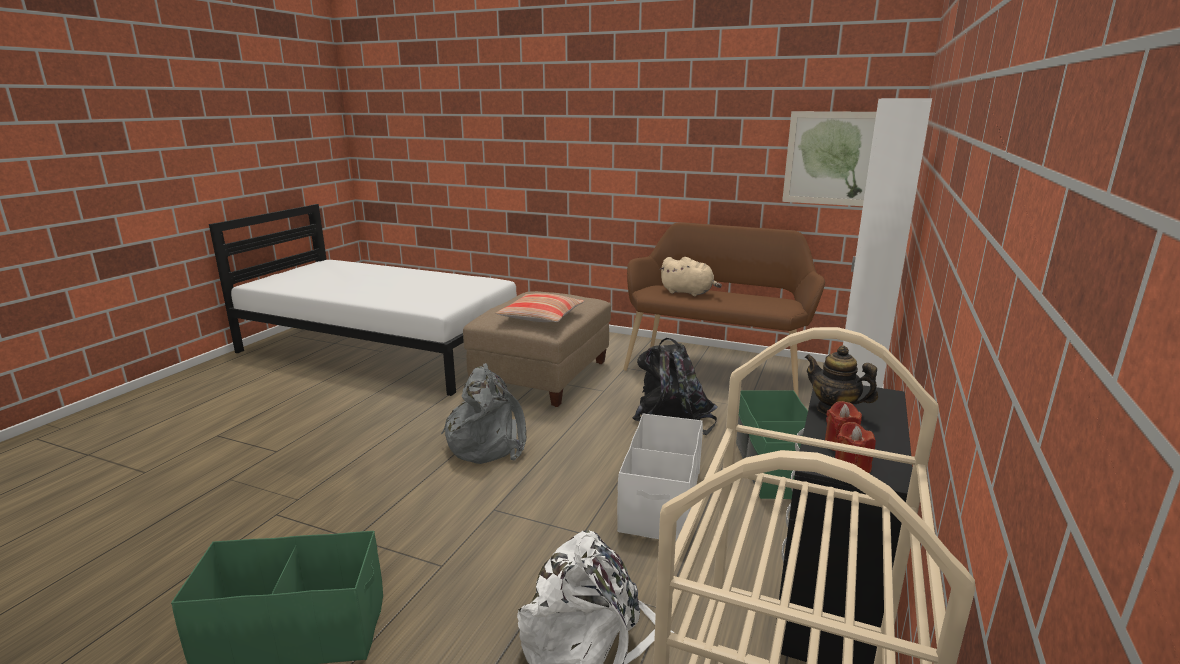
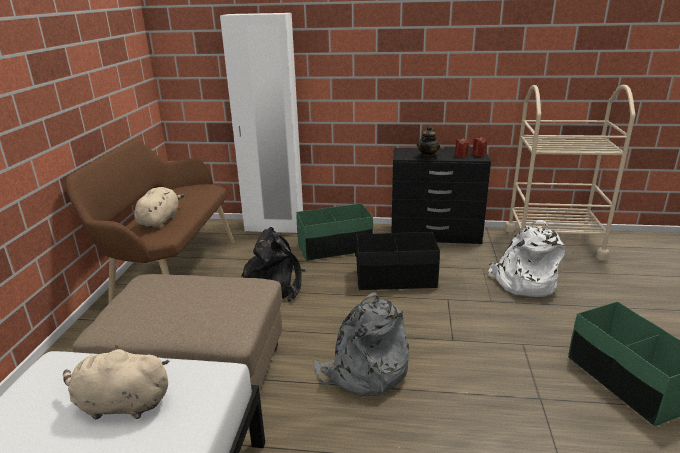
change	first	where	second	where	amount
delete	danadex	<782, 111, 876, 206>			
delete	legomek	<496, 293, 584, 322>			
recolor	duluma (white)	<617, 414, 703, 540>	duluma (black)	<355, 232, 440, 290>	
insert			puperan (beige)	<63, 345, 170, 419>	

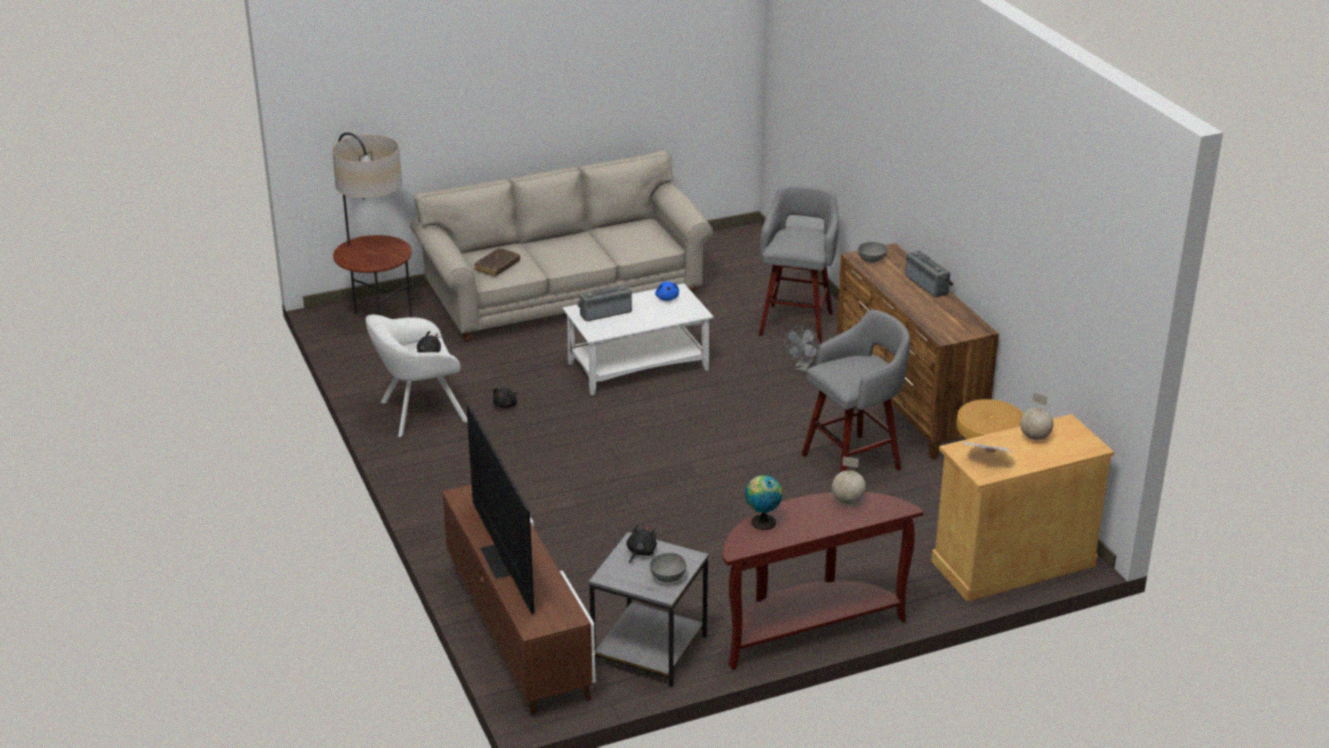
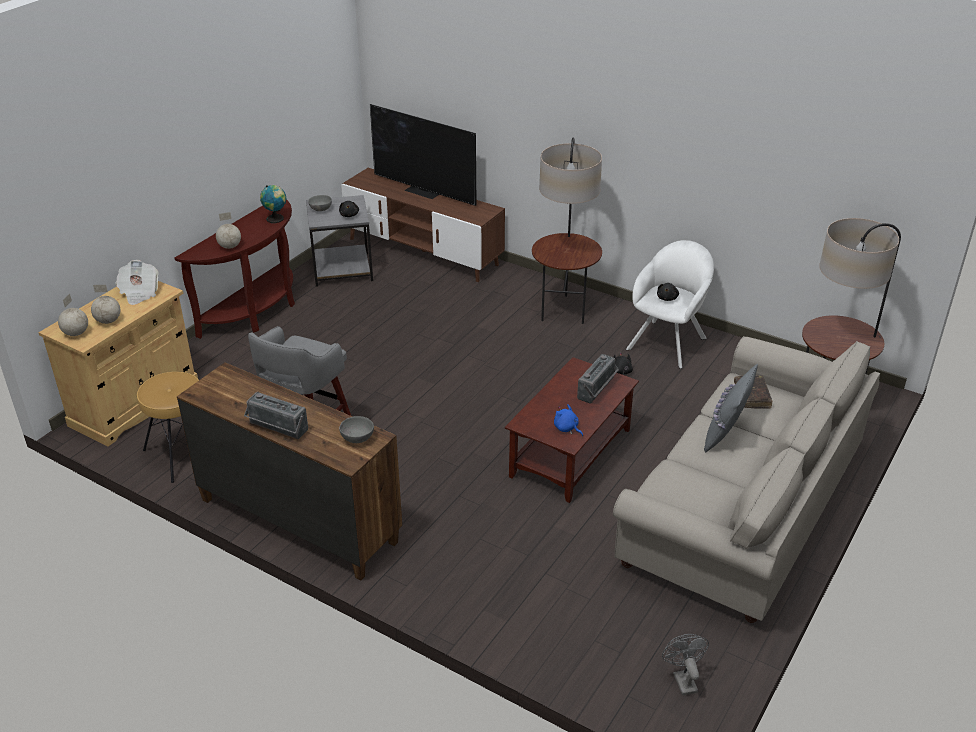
change	first	where	second	where	amount
delete	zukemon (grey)	<759, 185, 839, 344>			
recolor	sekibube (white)	<563, 283, 714, 396>	sekibube (brown)	<505, 357, 639, 503>	
move	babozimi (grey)	<784, 326, 820, 372>		<662, 634, 709, 696>	
insert			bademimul	<532, 137, 602, 324>	
insert			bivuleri	<58, 294, 88, 336>	
insert			legomek (grey)	<704, 364, 758, 453>	

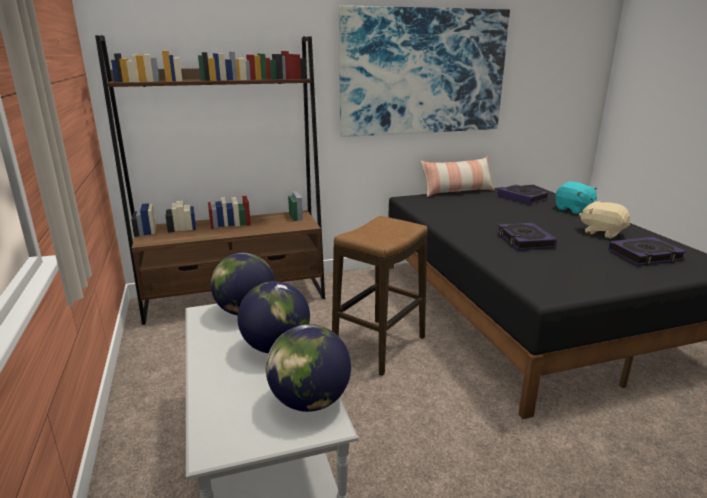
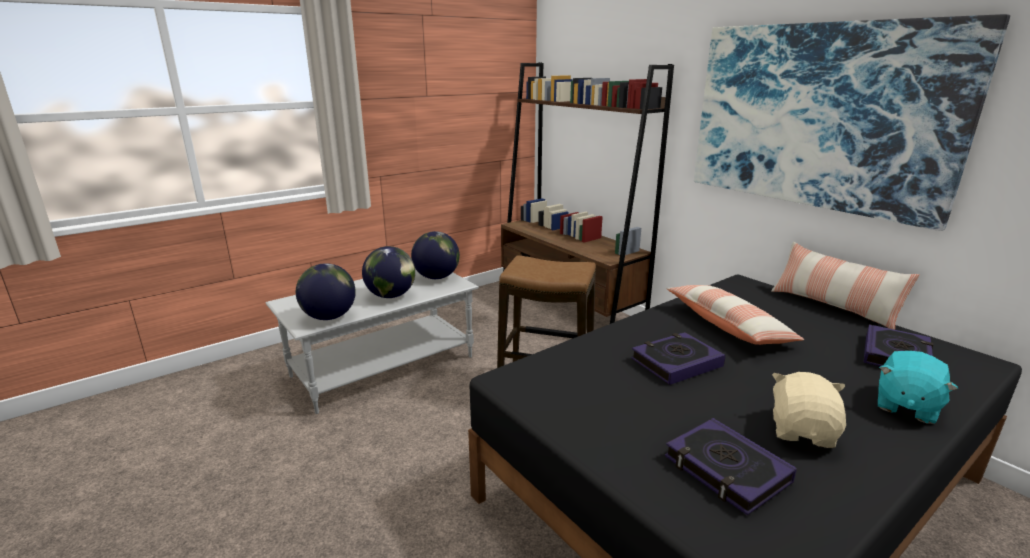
change	first	where	second	where	amount
insert			legomek	<667, 285, 804, 345>	

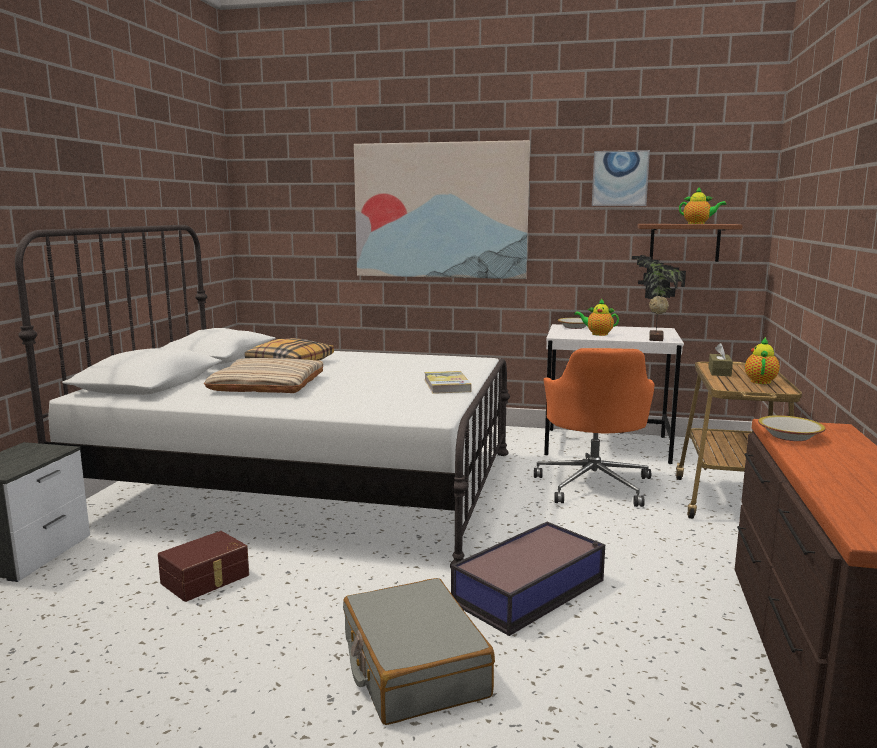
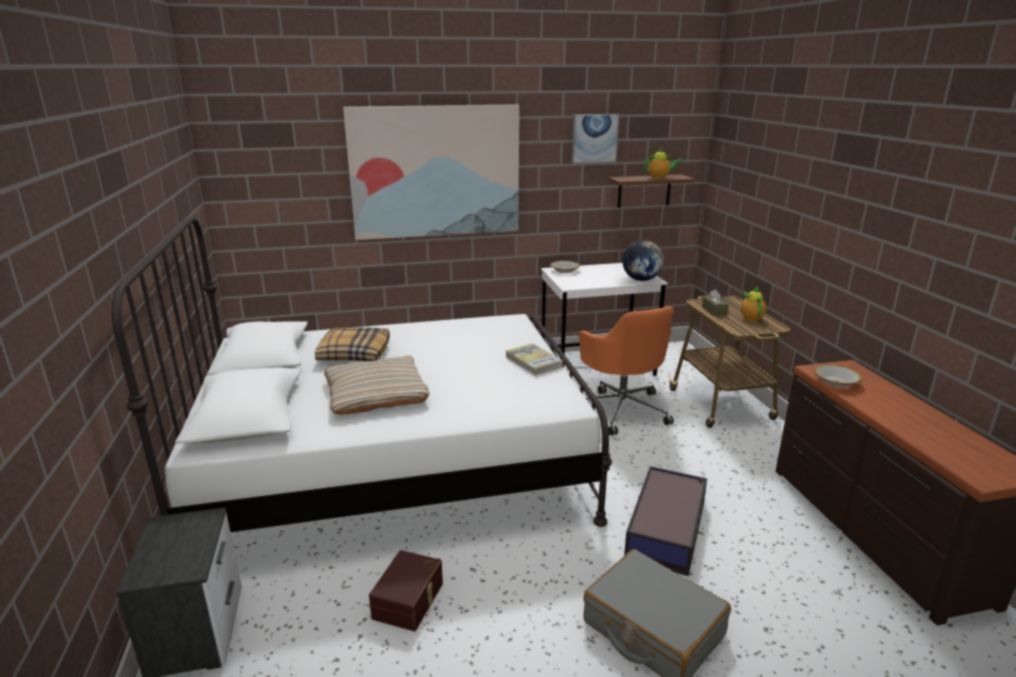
change	first	where	second	where	amount
replace	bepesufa	<632, 255, 686, 341>	bivuleri	<622, 240, 664, 281>	
delete	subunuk	<574, 299, 619, 336>			

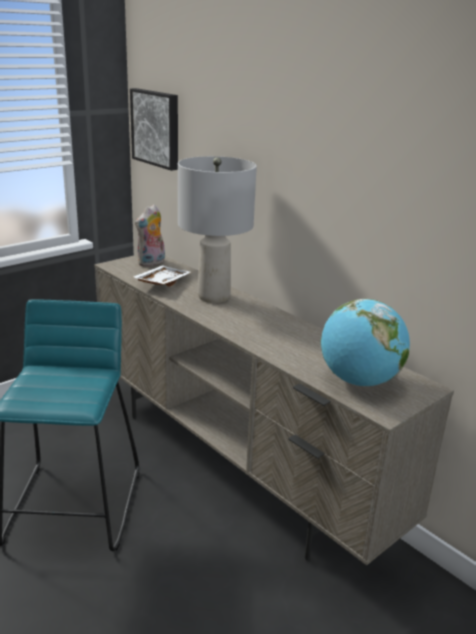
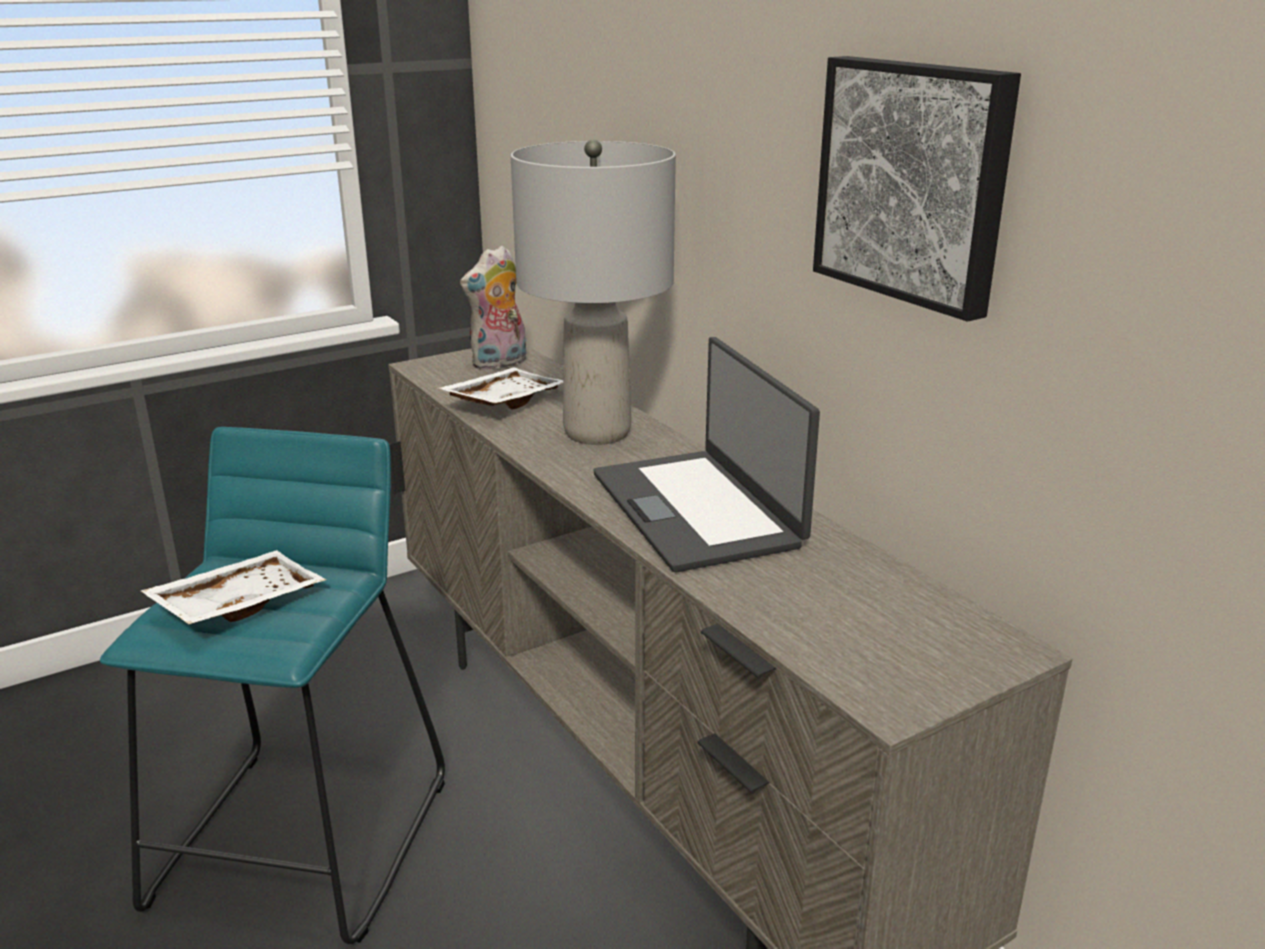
change	first	where	second	where	amount
move	danadex	<130, 88, 178, 171>		<813, 56, 1021, 322>	
delete	bivuleri	<321, 299, 410, 386>			
insert			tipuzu	<594, 337, 820, 573>	
insert			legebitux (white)	<141, 550, 326, 624>	

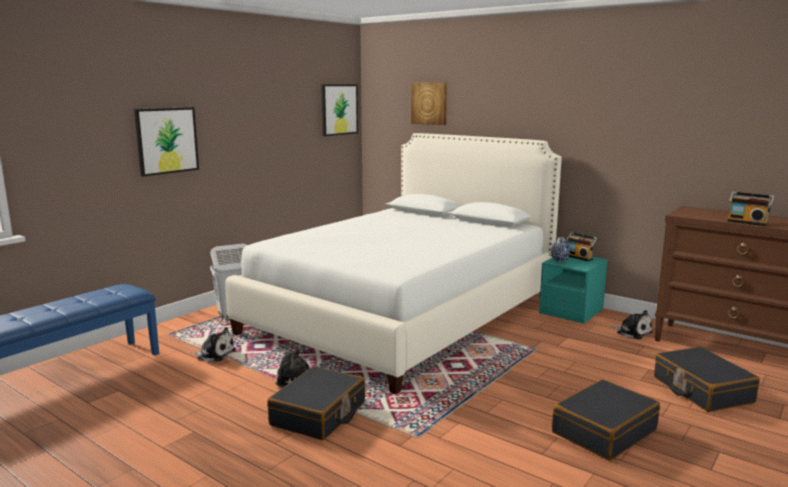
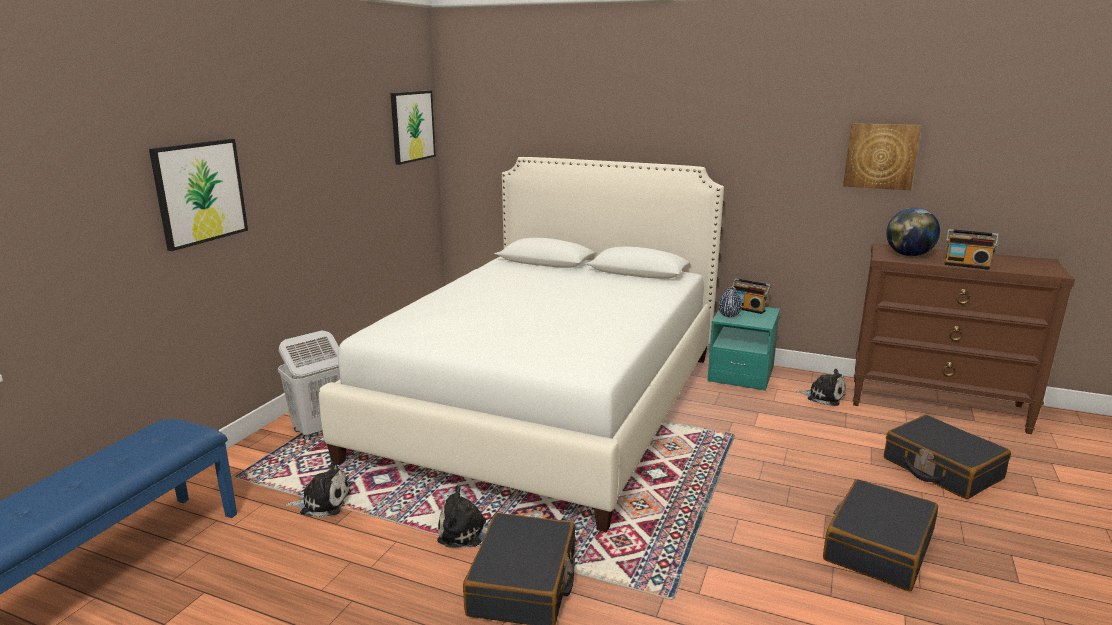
change	first	where	second	where	amount
move	danadex	<411, 83, 447, 125>		<843, 123, 921, 190>	
insert			bivuleri	<886, 208, 940, 256>	

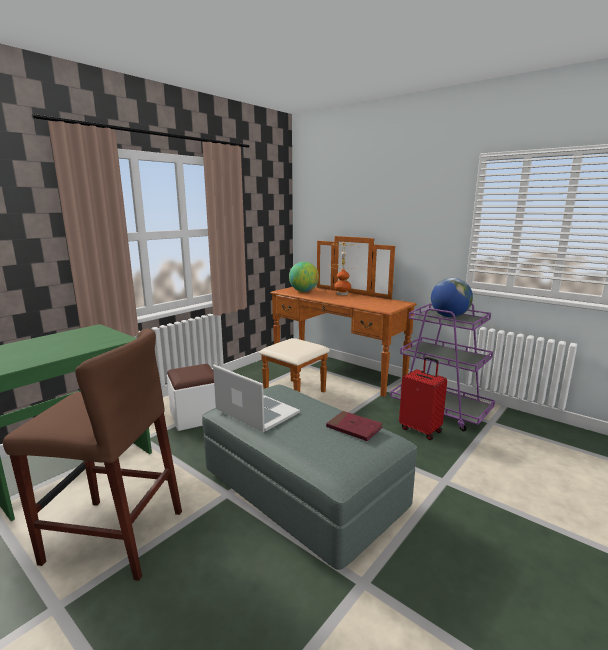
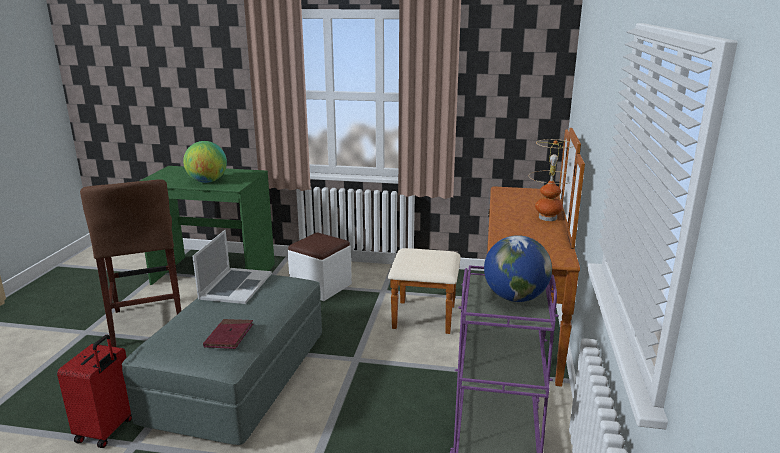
change	first	where	second	where	amount
move	bivuleri	<289, 262, 319, 292>		<183, 141, 227, 183>	
move	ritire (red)	<399, 357, 447, 440>		<57, 335, 132, 448>	

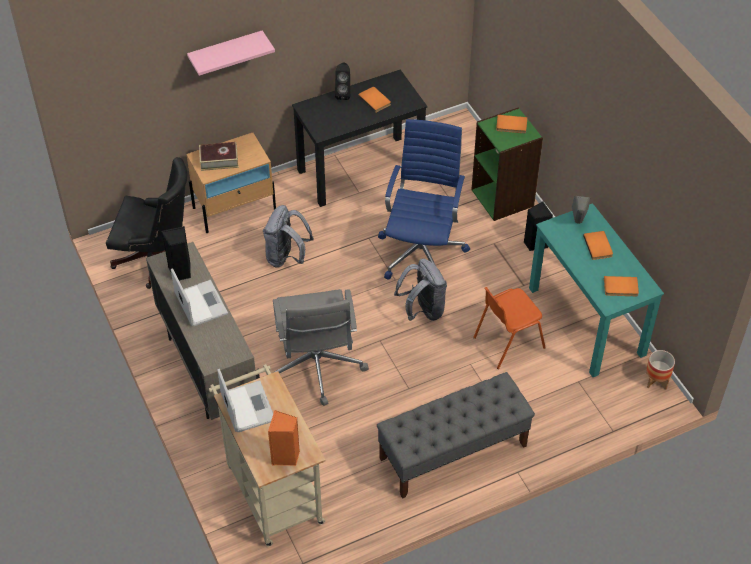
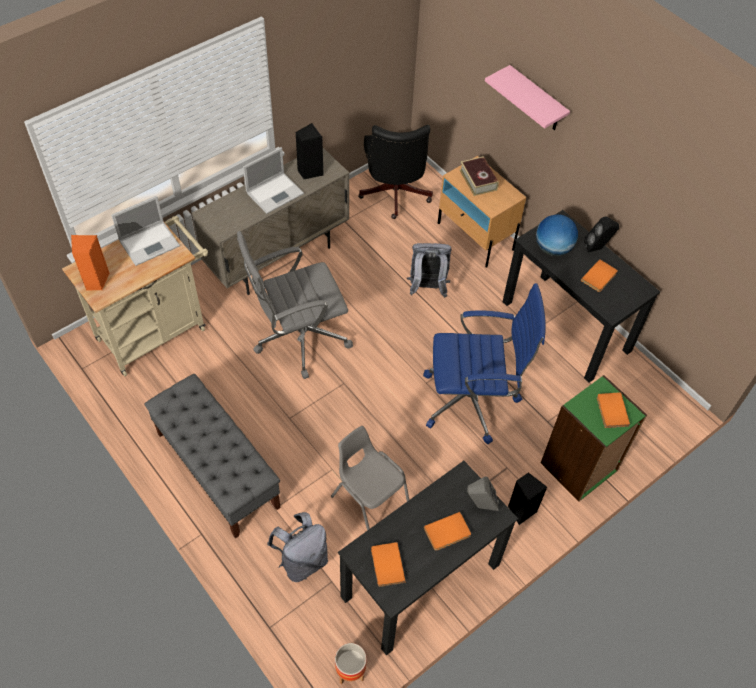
change	first	where	second	where	amount
recolor	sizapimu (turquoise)	<529, 203, 664, 377>	sizapimu (black)	<338, 461, 518, 656>	
move	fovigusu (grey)	<394, 258, 447, 321>		<267, 512, 328, 582>	
recolor	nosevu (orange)	<473, 287, 546, 369>	nosevu (grey)	<331, 426, 409, 530>	
insert			bivuleri	<536, 214, 578, 256>	

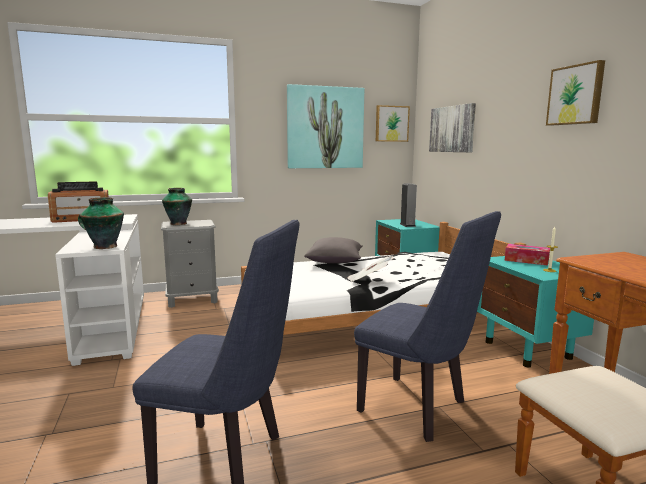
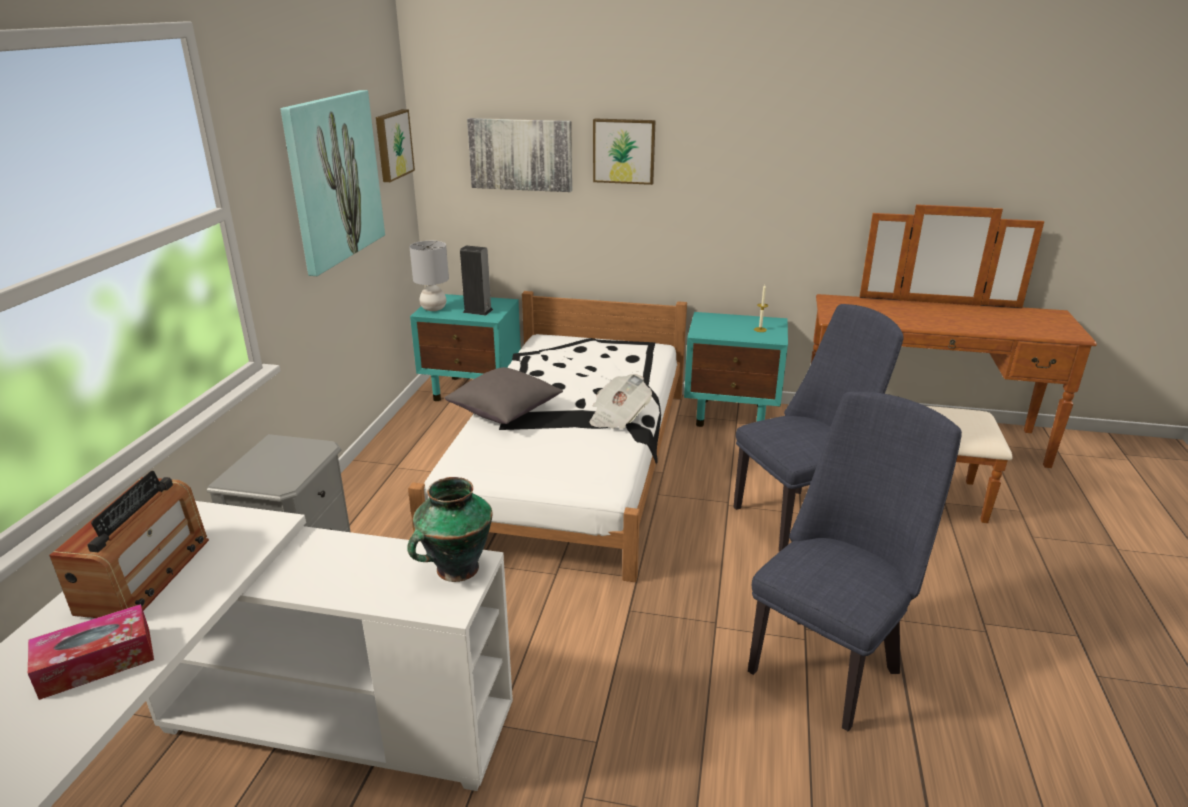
change	first	where	second	where	amount
move	danadex	<546, 60, 605, 126>		<593, 119, 656, 185>	
delete	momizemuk	<162, 188, 192, 225>			
move	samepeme	<505, 244, 550, 266>		<28, 604, 154, 700>	
insert			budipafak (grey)	<410, 241, 449, 311>	

